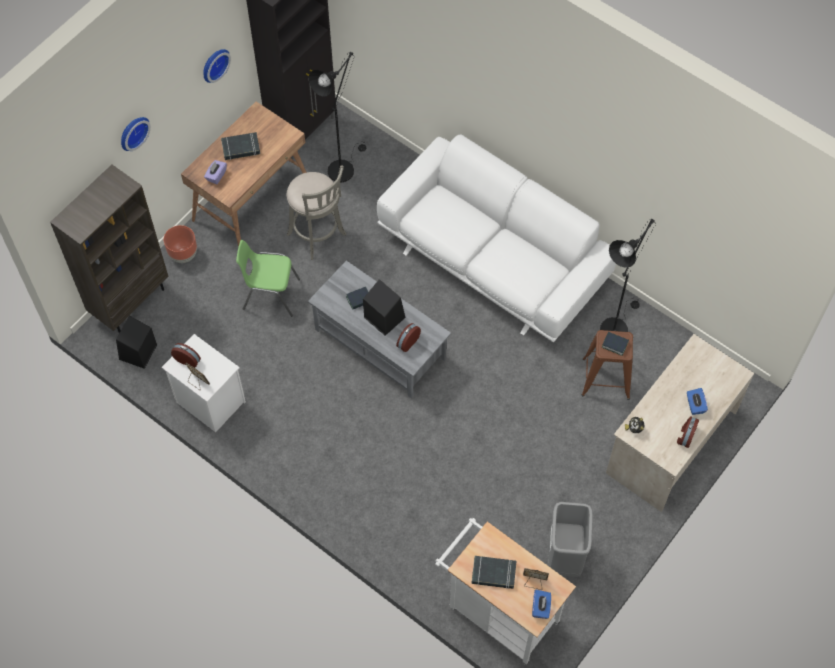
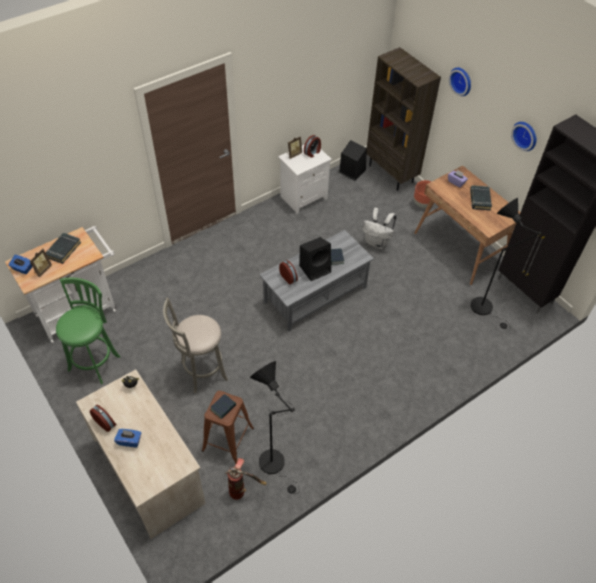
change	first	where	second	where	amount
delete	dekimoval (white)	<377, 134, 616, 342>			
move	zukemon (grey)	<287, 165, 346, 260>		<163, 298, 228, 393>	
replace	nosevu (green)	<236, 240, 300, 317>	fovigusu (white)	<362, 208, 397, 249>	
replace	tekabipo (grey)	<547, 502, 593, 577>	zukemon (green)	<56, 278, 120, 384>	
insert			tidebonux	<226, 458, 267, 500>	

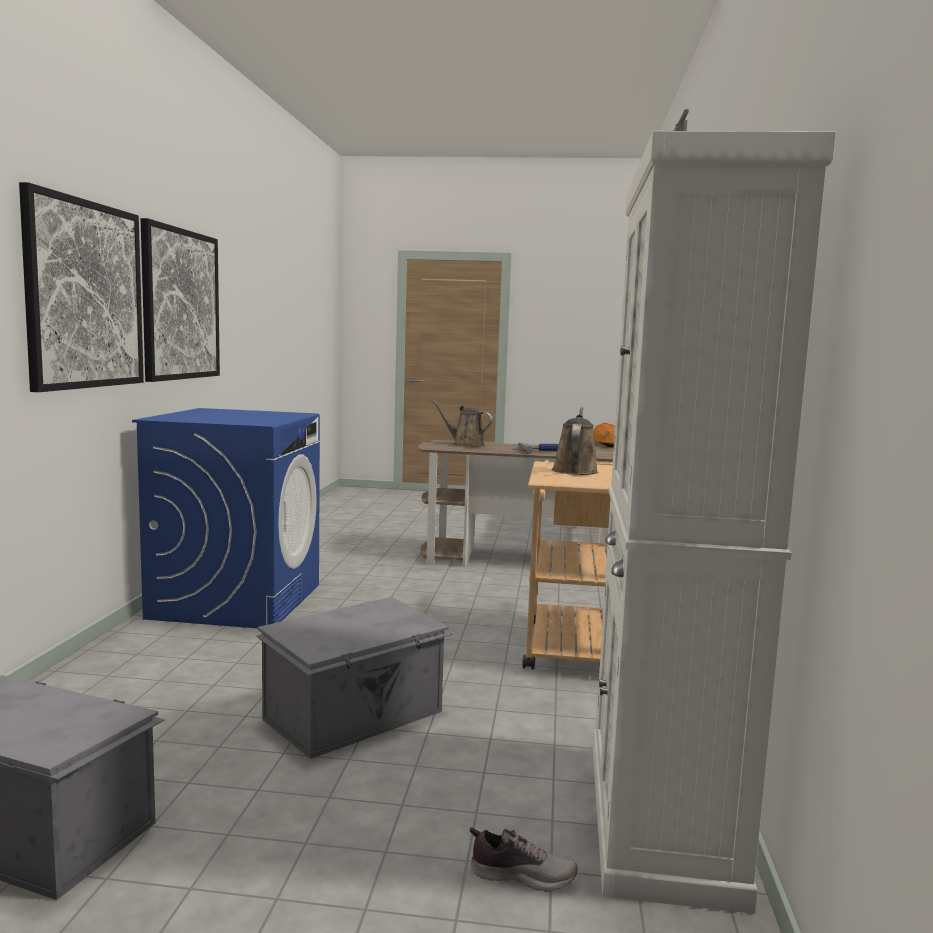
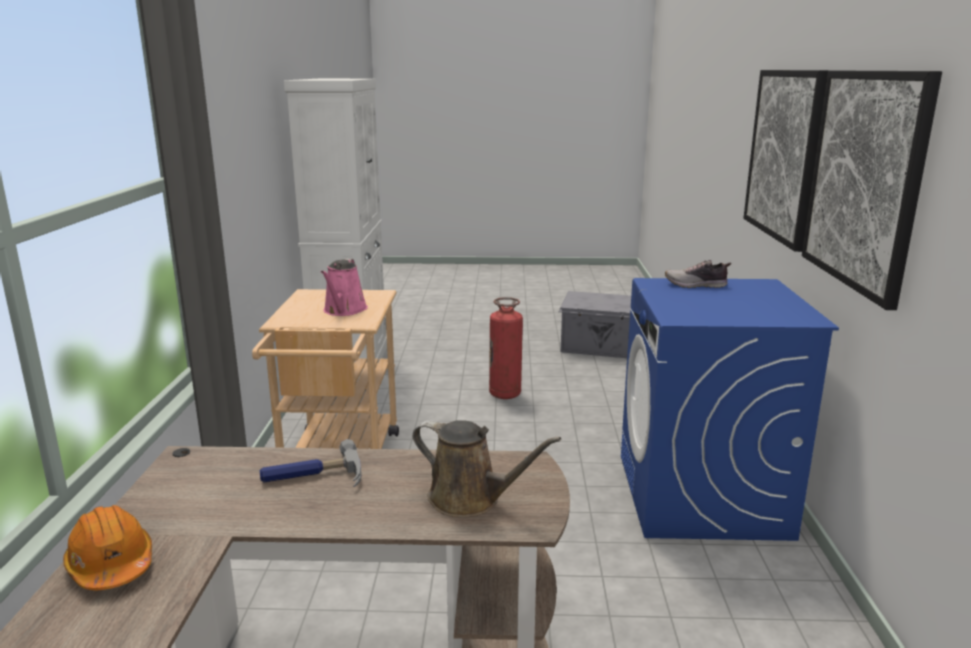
change	first	where	second	where	amount
recolor	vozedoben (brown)	<552, 407, 599, 475>	vozedoben (pink)	<321, 259, 368, 316>	
replace	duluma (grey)	<256, 597, 453, 759>	tidebonux	<489, 297, 523, 399>	
move	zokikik	<470, 827, 578, 892>		<665, 260, 731, 288>	

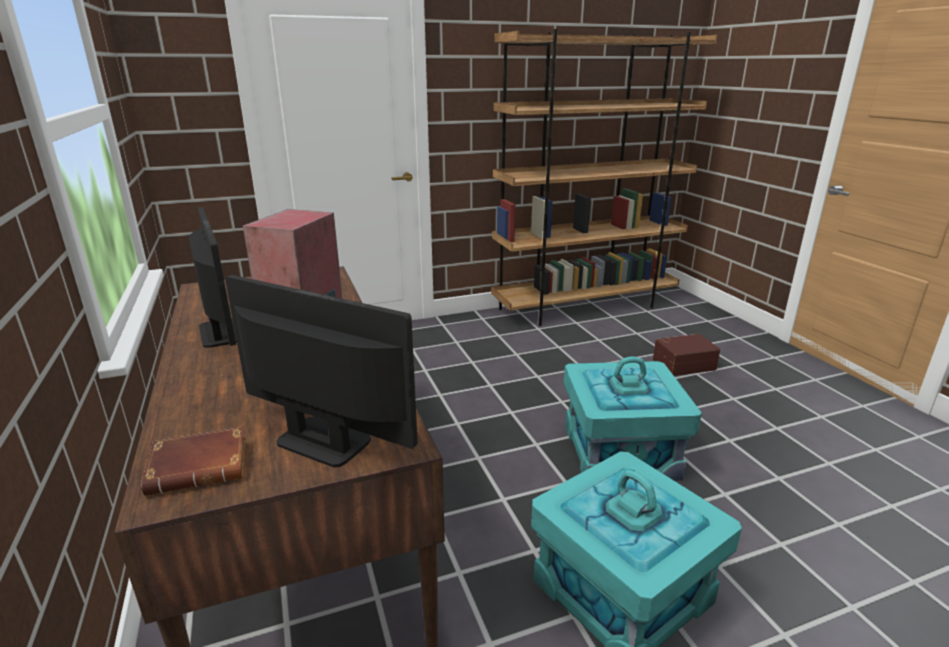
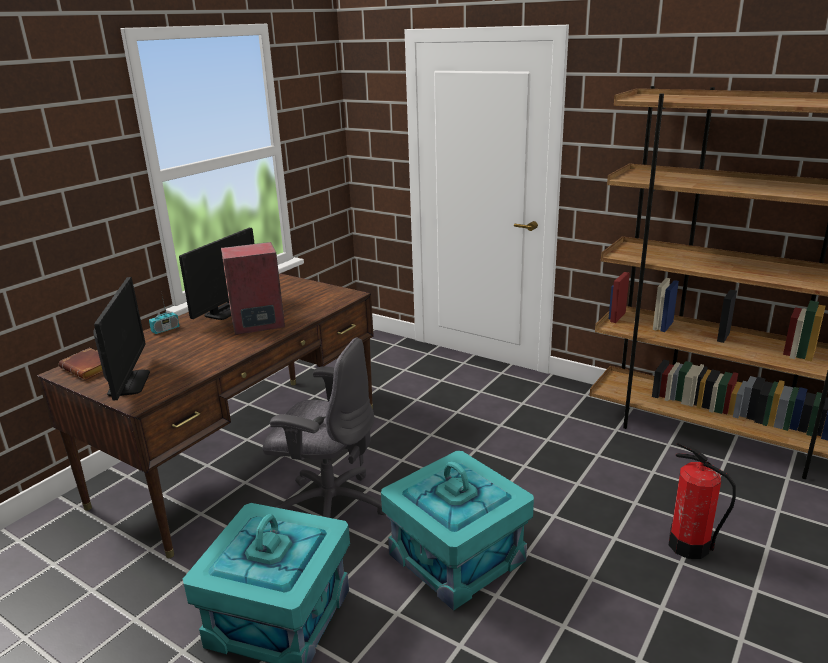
change	first	where	second	where	amount
replace	duluma (brown)	<653, 334, 720, 376>	tidebonux	<669, 442, 736, 559>	
insert			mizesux	<149, 291, 179, 334>	
insert			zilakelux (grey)	<263, 337, 385, 518>	

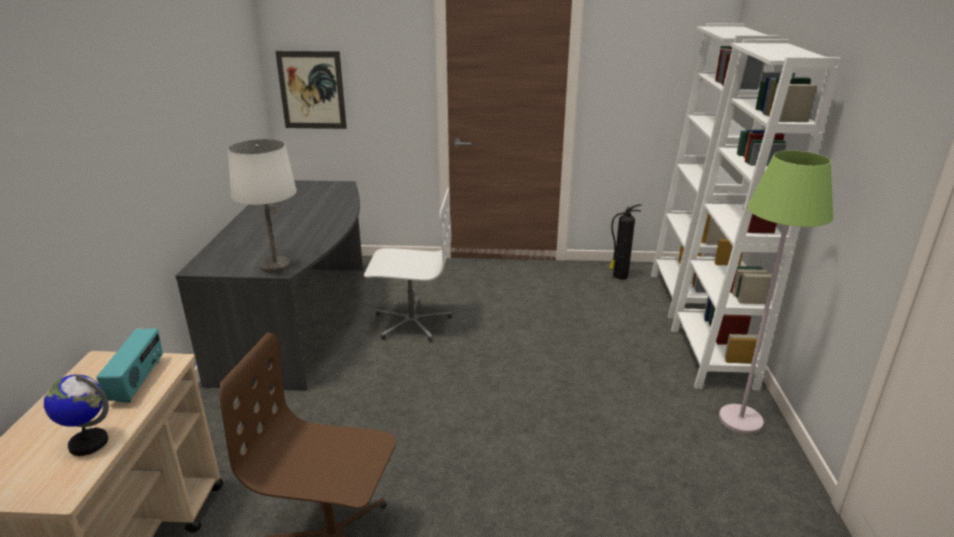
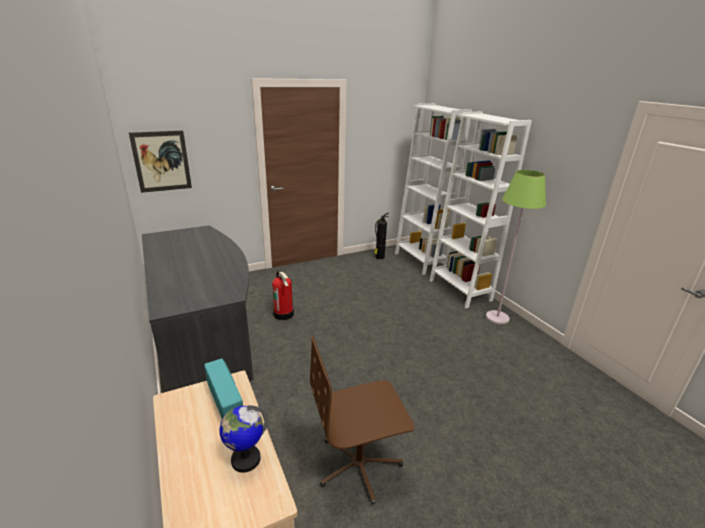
change	first	where	second	where	amount
delete	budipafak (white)	<228, 139, 297, 273>			
replace	zilakelux (white)	<364, 188, 452, 341>	tidebonux	<272, 271, 294, 320>	

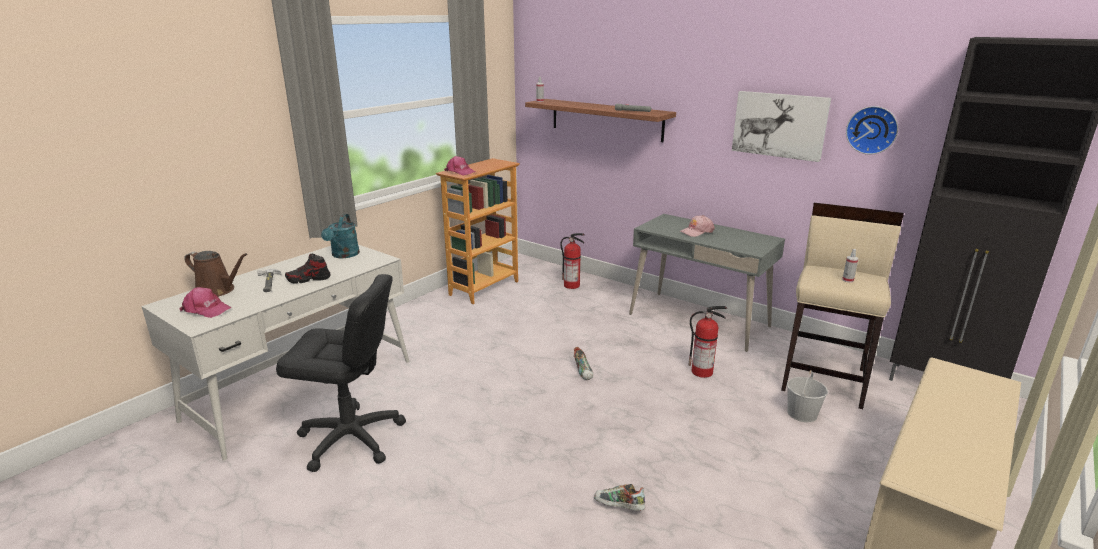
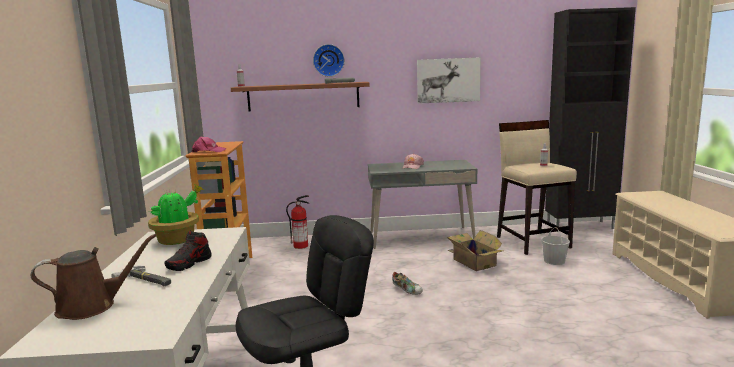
change	first	where	second	where	amount
move	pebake	<846, 106, 898, 155>		<313, 44, 345, 77>	
replace	vozedoben (turquoise)	<321, 214, 360, 258>	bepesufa	<148, 184, 204, 245>	
delete	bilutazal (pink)	<179, 287, 232, 318>			
replace	tidebonux	<689, 306, 727, 378>	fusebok	<447, 230, 503, 271>	
delete	zokikik	<594, 484, 645, 511>			

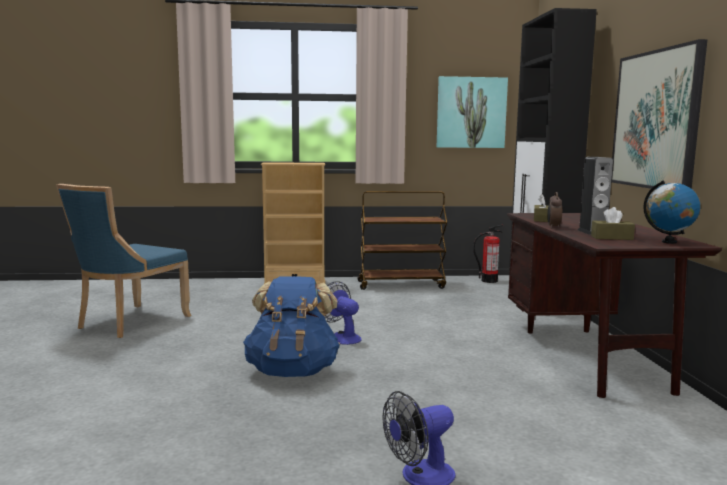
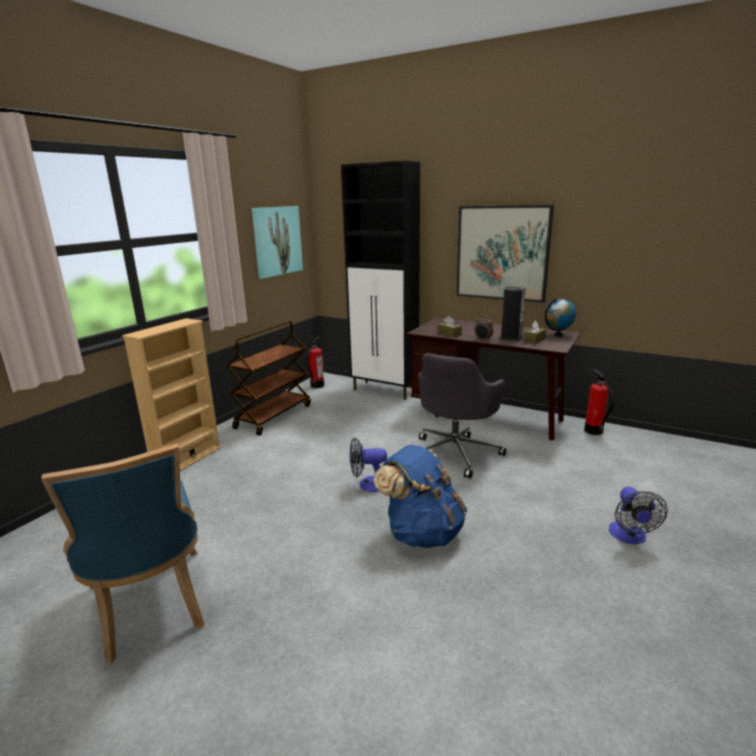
change	first	where	second	where	amount
insert			zilakelux (grey)	<418, 353, 506, 479>	
insert			tidebonux	<584, 369, 614, 435>	

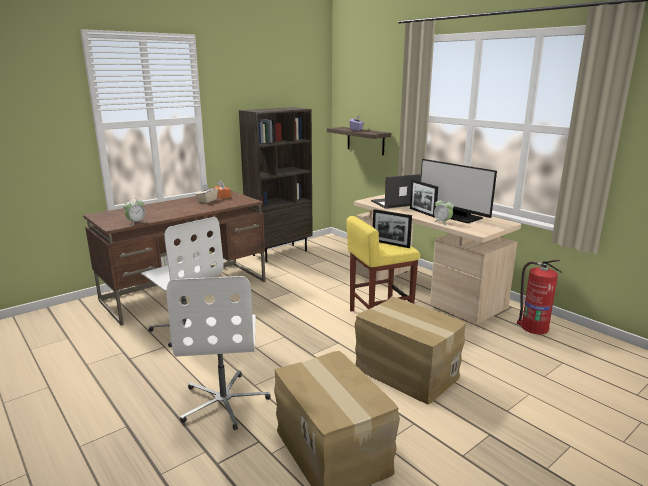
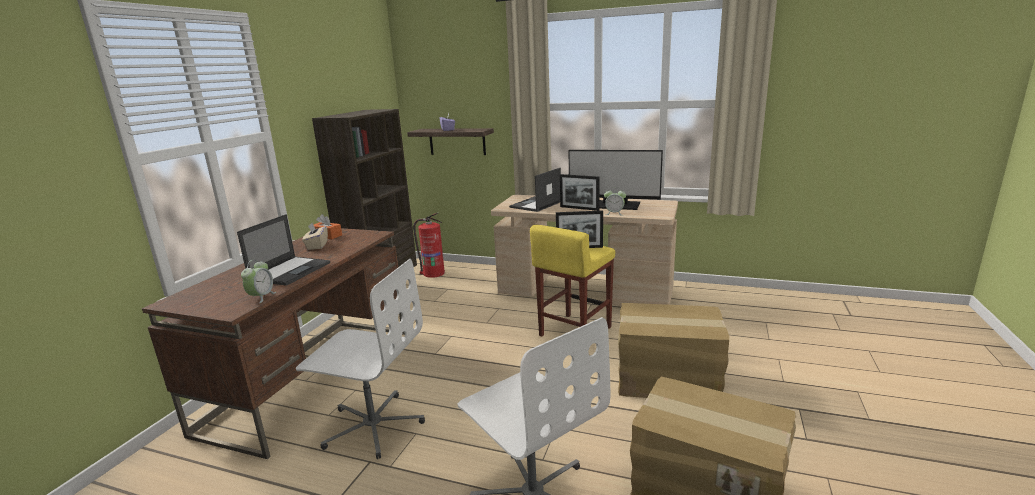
change	first	where	second	where	amount
move	tidebonux	<517, 260, 562, 334>		<413, 213, 445, 278>	
insert			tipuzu	<237, 214, 330, 286>	

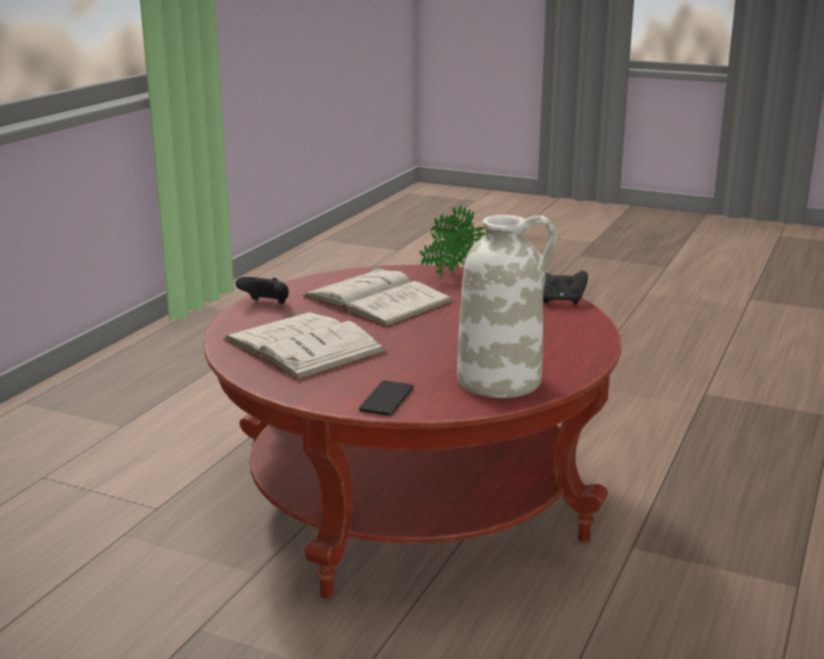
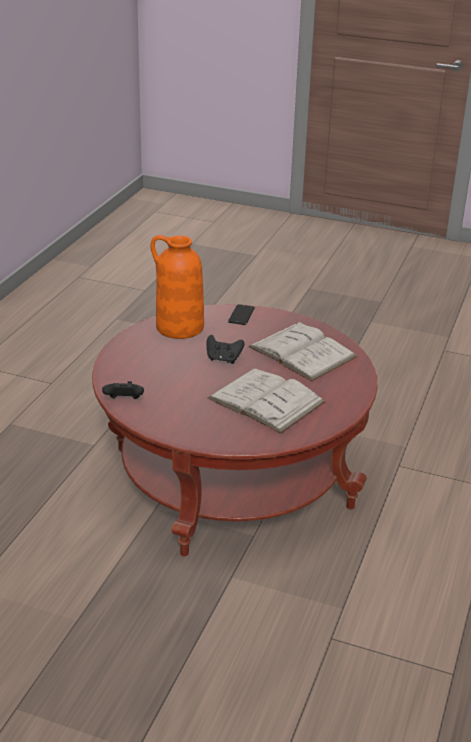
change	first	where	second	where	amount
delete	bepesufa	<419, 205, 485, 279>			
recolor	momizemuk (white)	<457, 215, 557, 398>	momizemuk (orange)	<151, 235, 204, 339>	
move	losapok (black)	<236, 277, 289, 304>		<207, 335, 244, 364>	

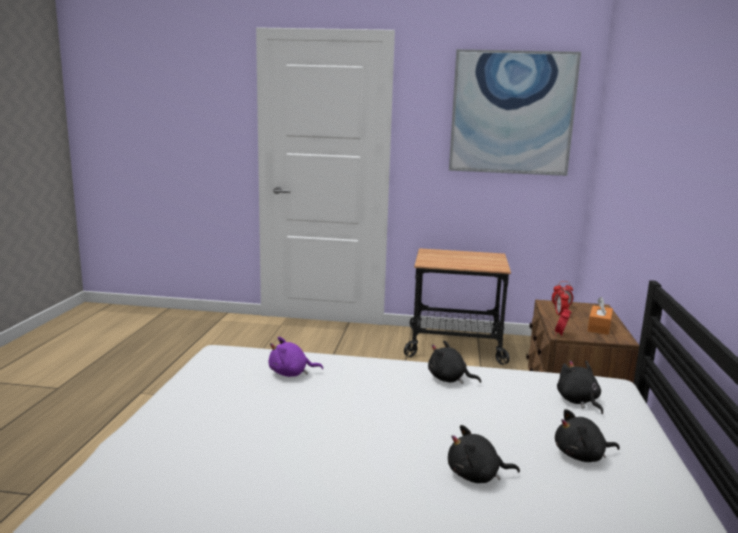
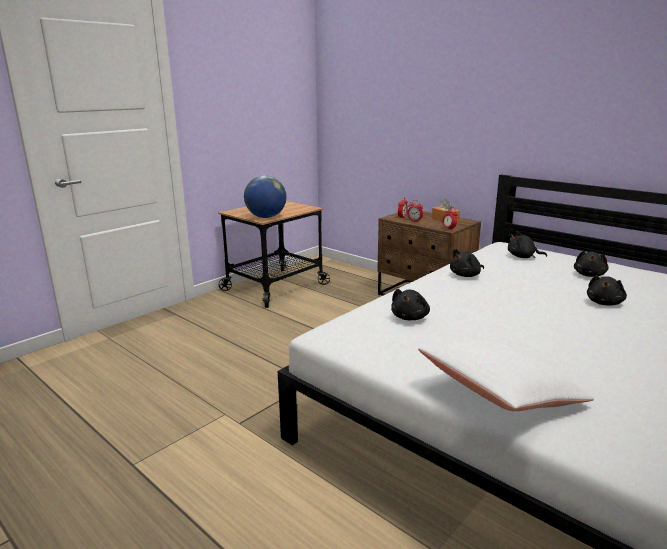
change	first	where	second	where	amount
delete	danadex	<449, 49, 581, 176>			
recolor	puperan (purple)	<269, 337, 323, 377>	puperan (black)	<391, 289, 430, 320>	
insert			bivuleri	<244, 175, 286, 218>	
insert			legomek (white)	<418, 341, 594, 411>	

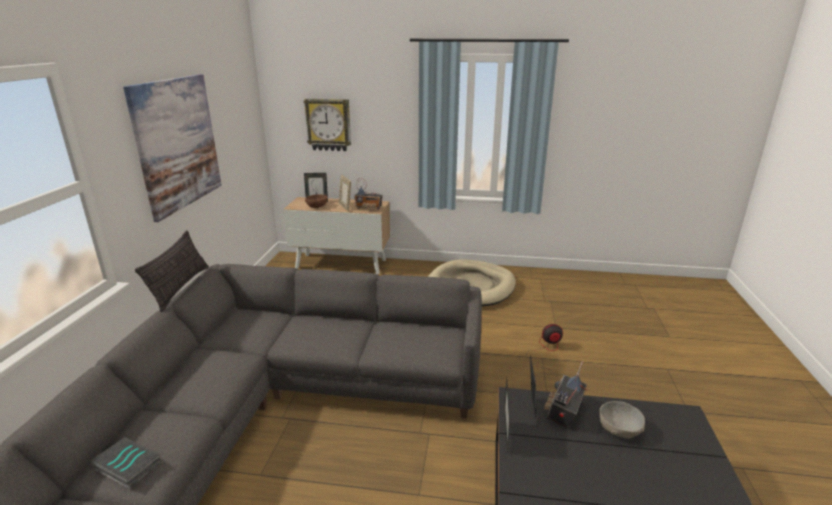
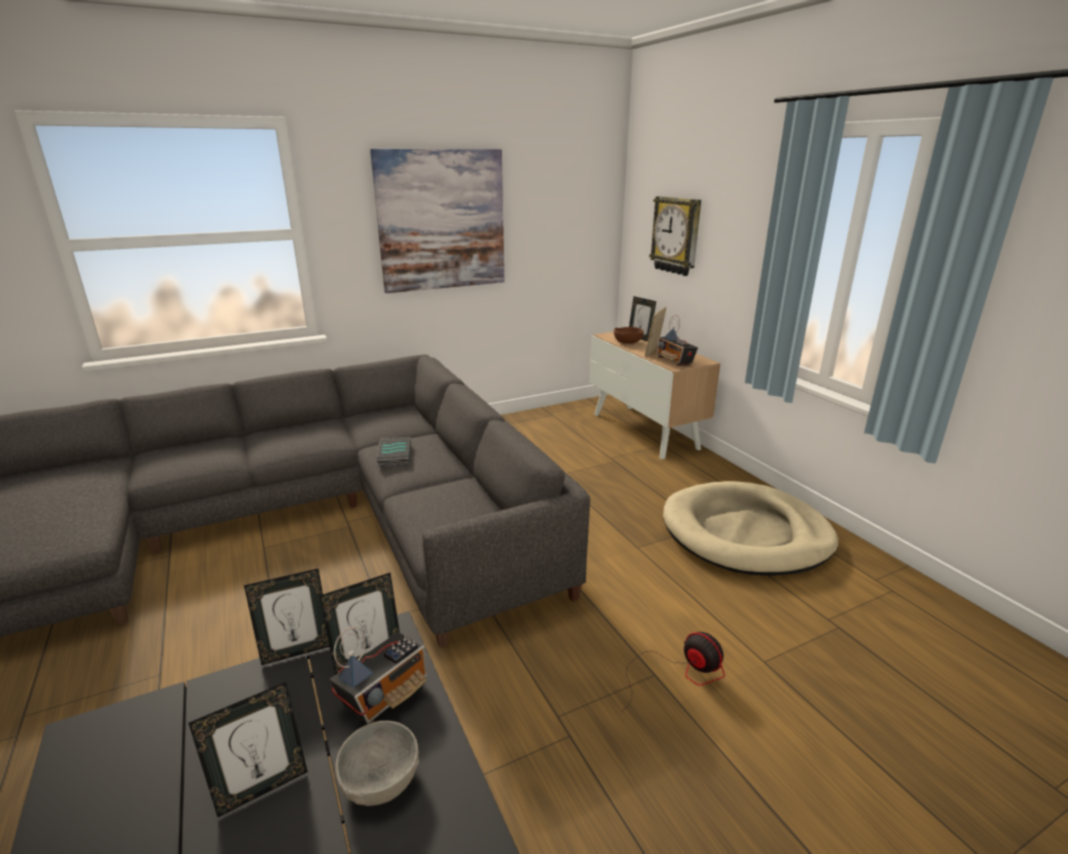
change	first	where	second	where	amount
delete	legomek	<135, 230, 209, 312>			
rotate	mizesux	<544, 361, 587, 428>		<330, 627, 428, 724>	135 degrees clockwise
move	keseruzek	<91, 437, 161, 488>		<376, 437, 411, 466>	
insert			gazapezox	<188, 682, 308, 817>	

